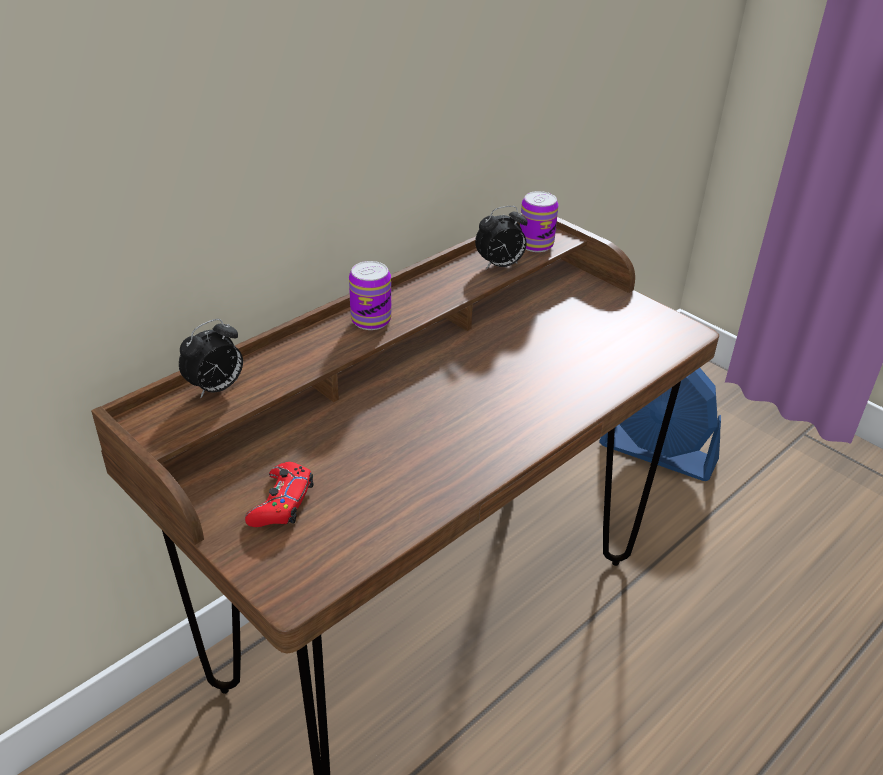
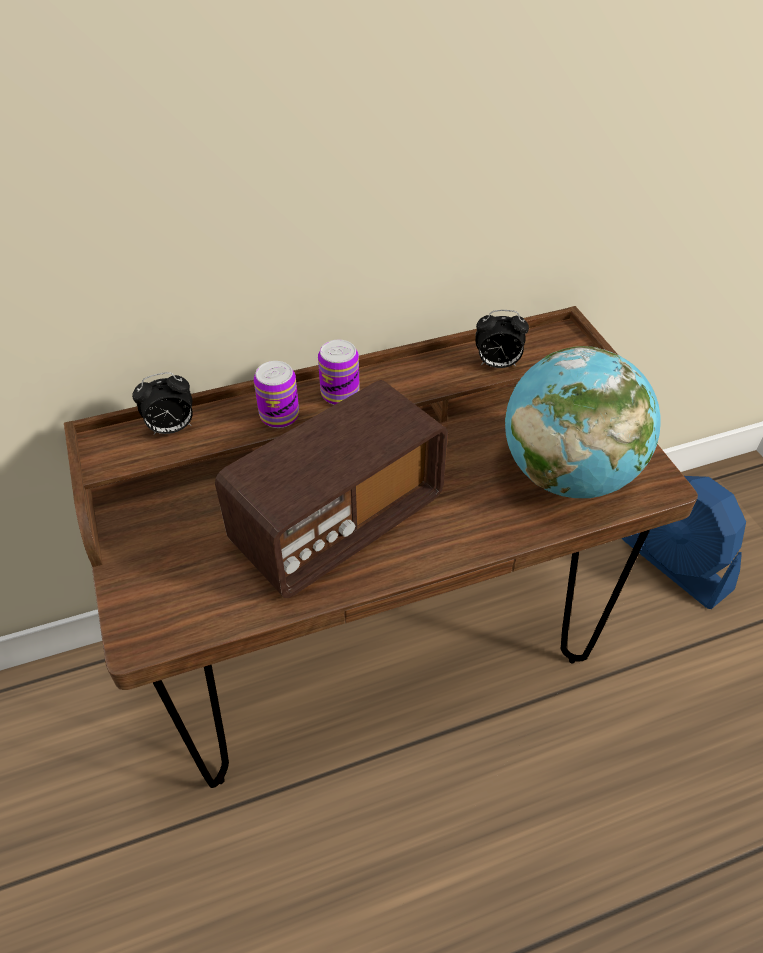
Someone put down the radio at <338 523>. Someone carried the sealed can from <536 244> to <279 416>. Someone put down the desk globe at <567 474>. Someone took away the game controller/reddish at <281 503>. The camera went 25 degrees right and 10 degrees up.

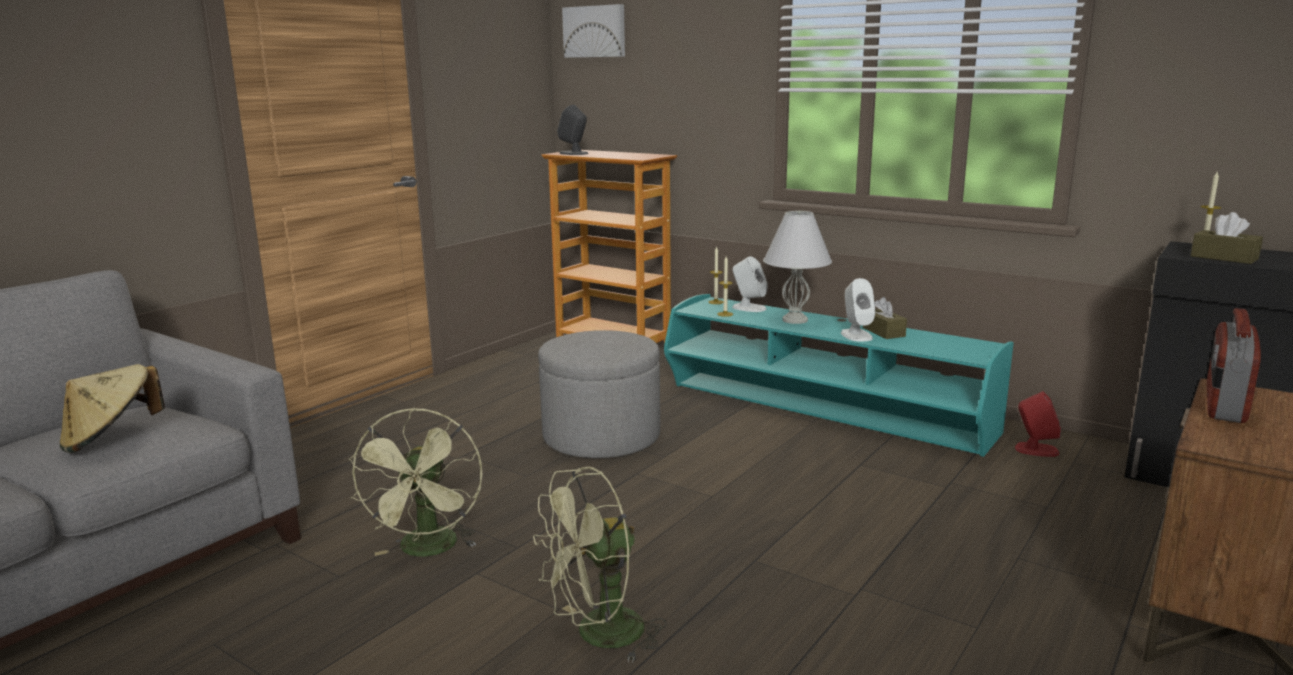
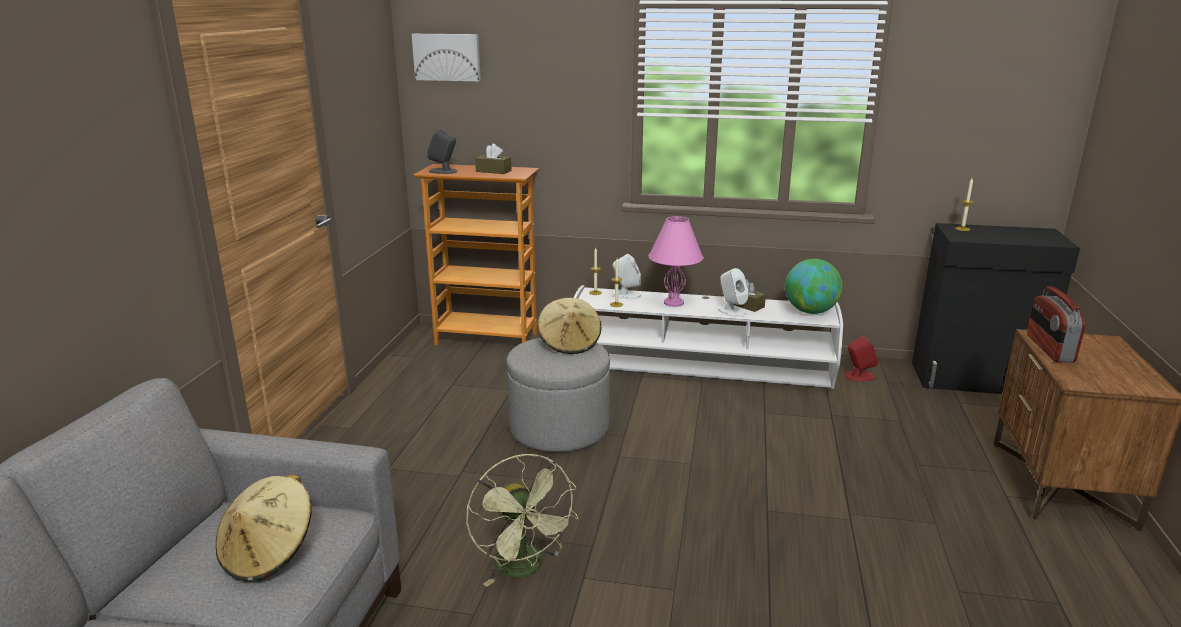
Someone carried the tissue holder/brown-coloured from <1224 258> to <493 171>. Someone put down the hat/beige at <569 343>. Someone repainted the tv stand/turquoise-coloured at <823 411>, which became the tv stand/white at <701 370>. Someone repainted the table lamp/white at <795 320>, which became the table lamp/pink-coloured at <674 302>. Someone put down the desk globe at <810 311>. Someone took away the fan/green at <598 636>. The camera went 25 degrees left and 5 degrees up.

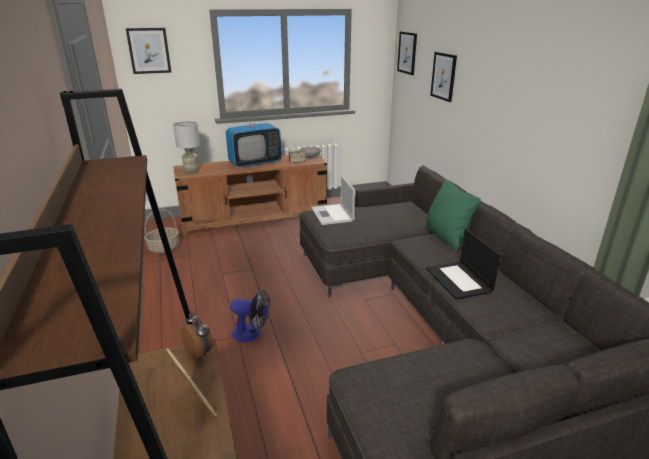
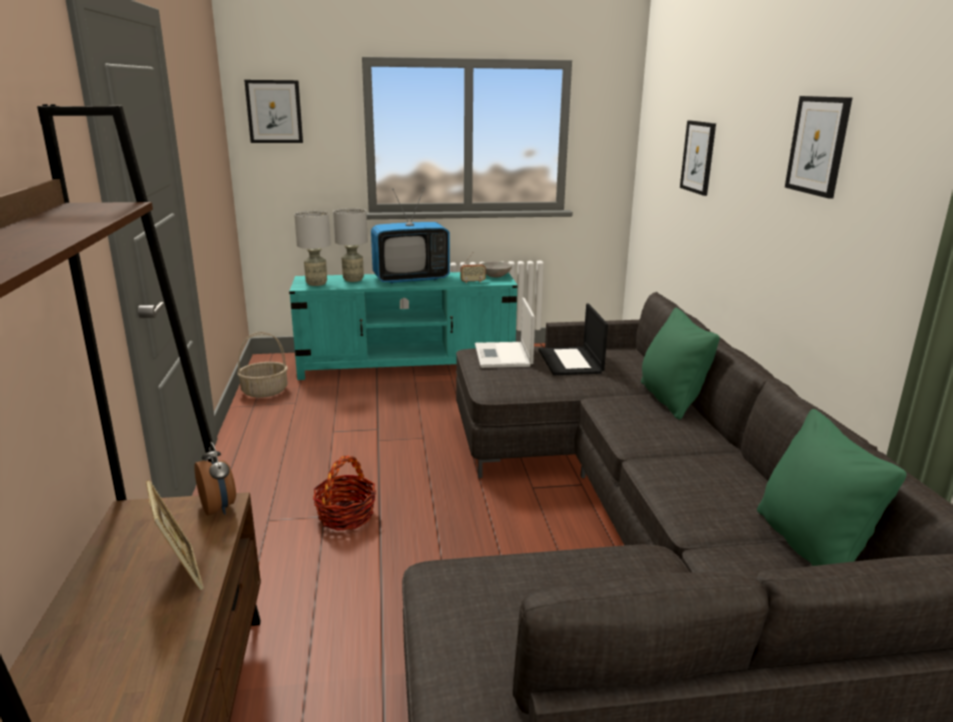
Someone repainted the tv stand/brown-coloured at <255 220>, which became the tv stand/turquoise-coloured at <407 365>. Someone swapped the fan at <251 334> for the basket at <346 516>. Someone put down the table lamp/grey at <353 279>. Someone carried the laptop from <459 280> to <571 362>. Someone put down the pillow/green at <809 546>. Someone carried the wall art from <407 53> to <818 145>. The camera went 10 degrees right and 5 degrees down.

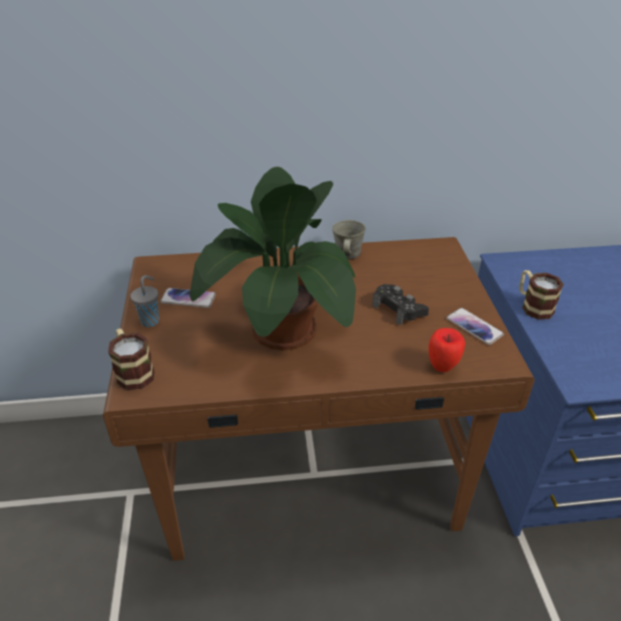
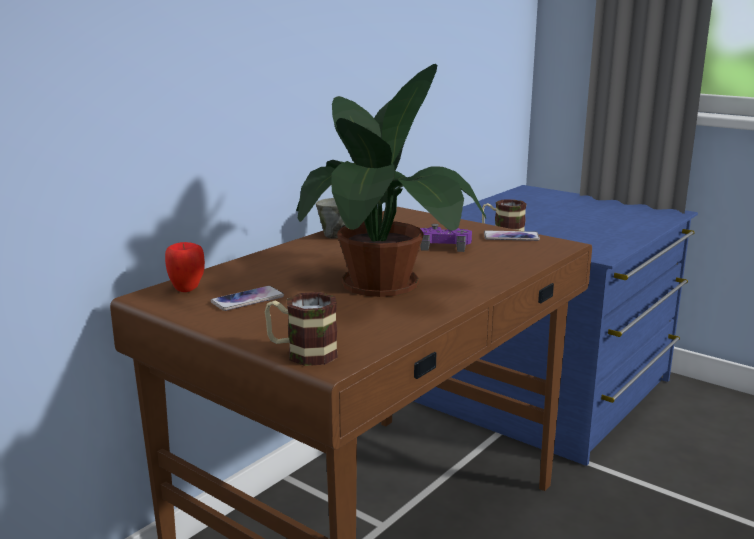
Someone carried the apple fruit from <442 366> to <187 289>. Someone repainted the game controller/blackish at <399 309>, which became the game controller/purplish at <443 246>. Someone took away the small cup/grey at <151 321>. The camera went 45 degrees left and 20 degrees down.

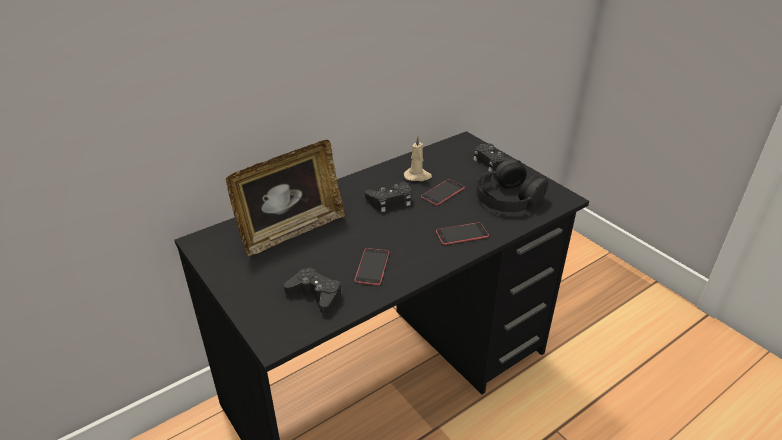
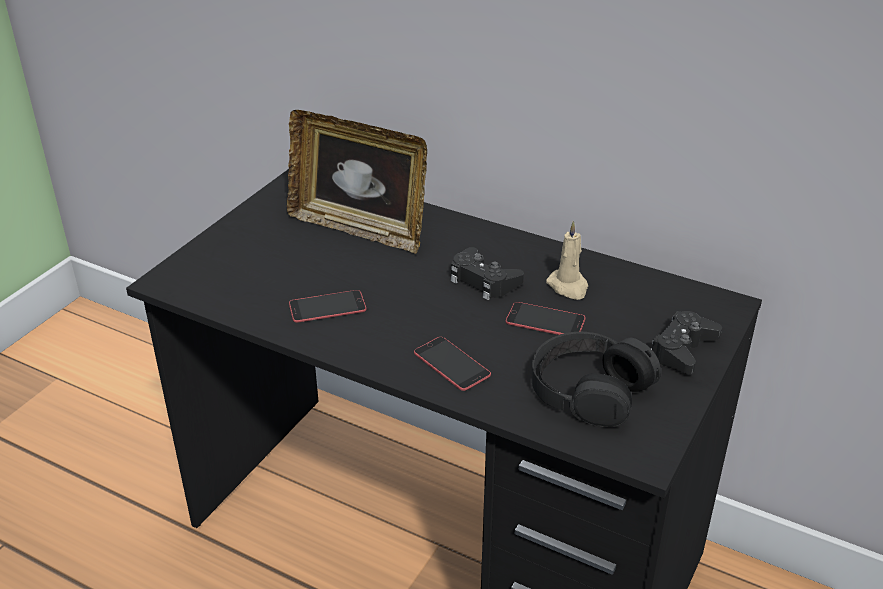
Someone took away the game controller/blackish at <315 295>. The camera went 65 degrees right and 0 degrees up.

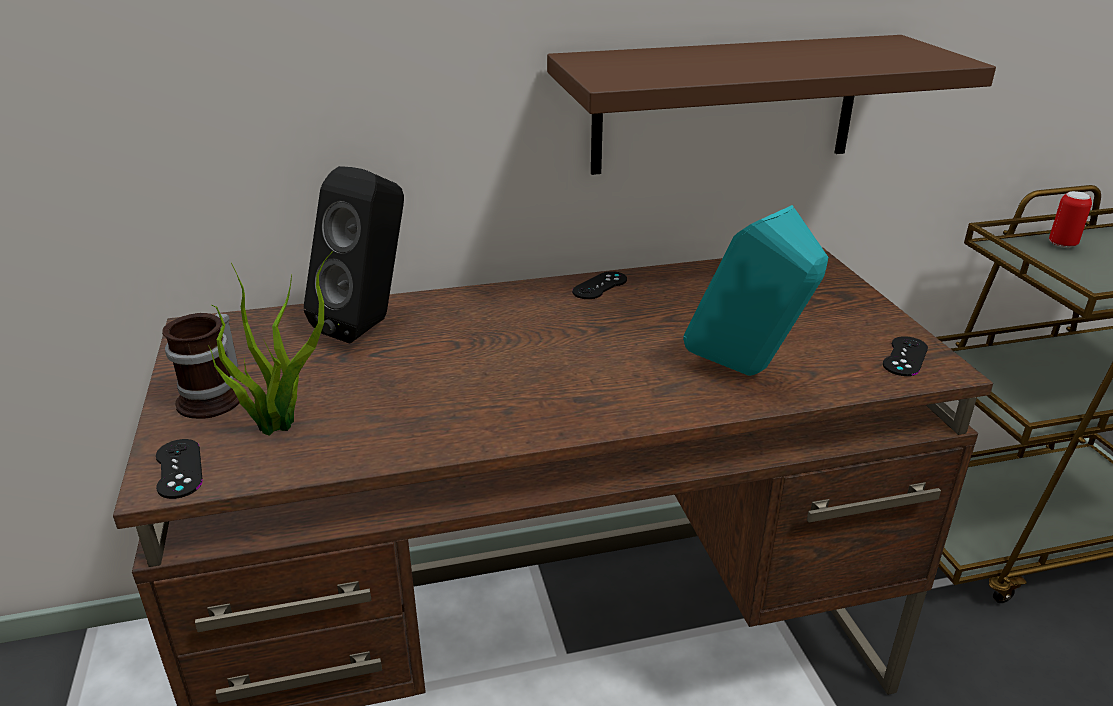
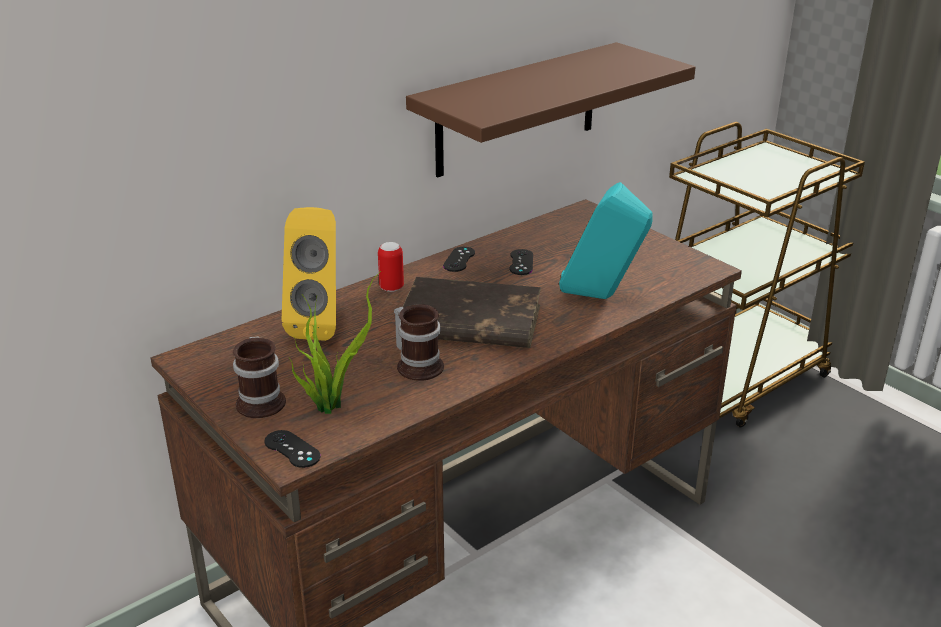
Someone repainted the speaker/blackish at <369 325>, which became the speaker/yellow at <320 325>. Someone carried the sealed can from <1062 244> to <391 288>. Someone put down the tea mug at <419 364>. Someone put down the bound book/brown-coloured at <468 321>. Someone carried the game controller/blackish from <905 356> to <521 262>. The camera went 25 degrees left and 0 degrees up.

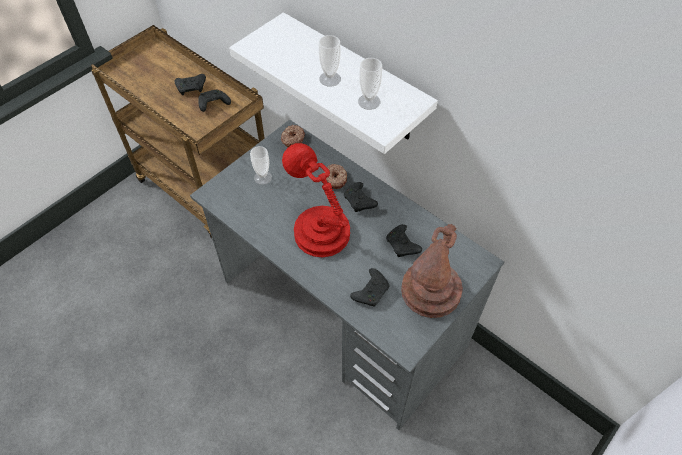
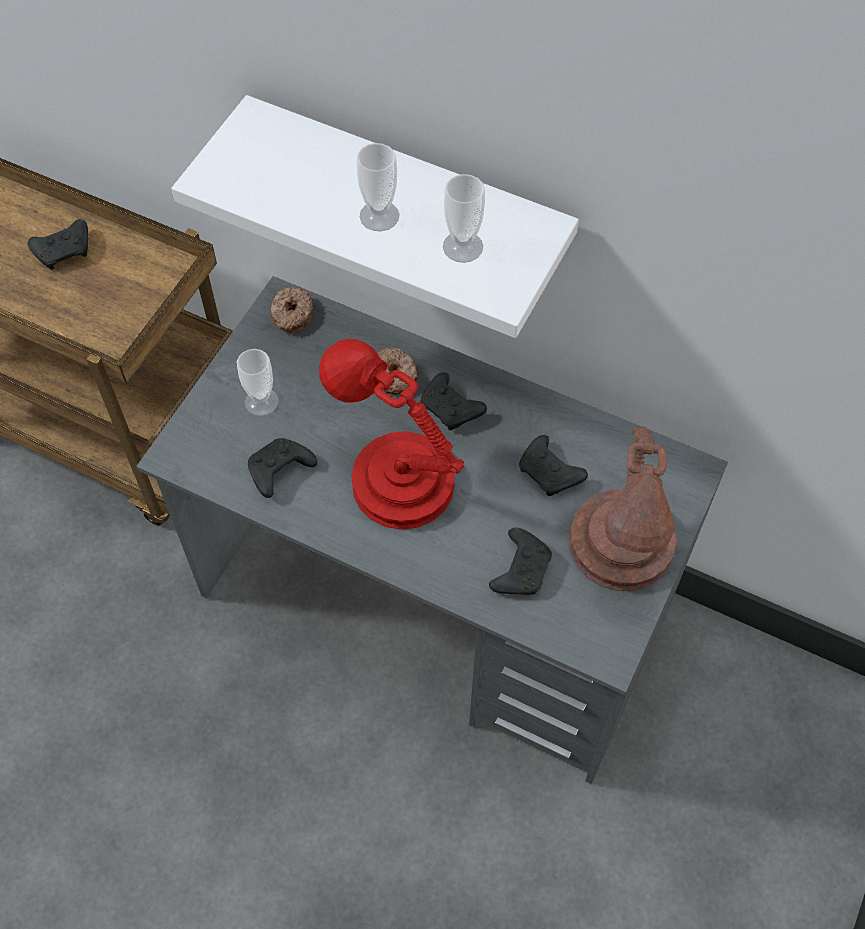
Someone carried the game controller/blackish from <213 104> to <279 472>. The camera went 15 degrees left and 5 degrees up.

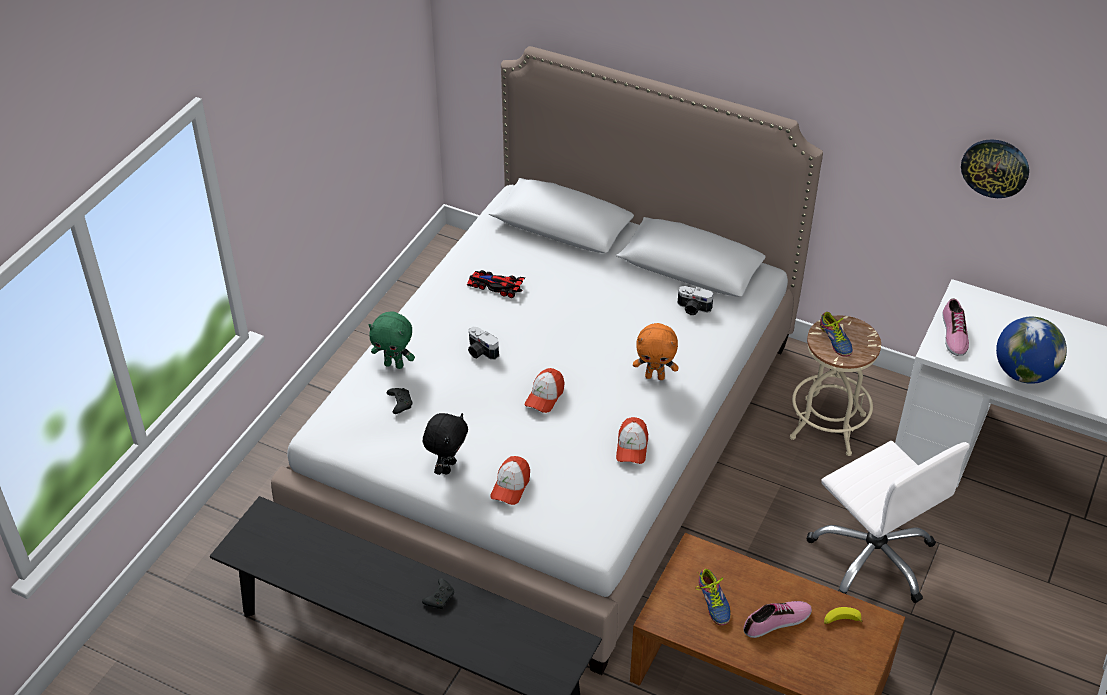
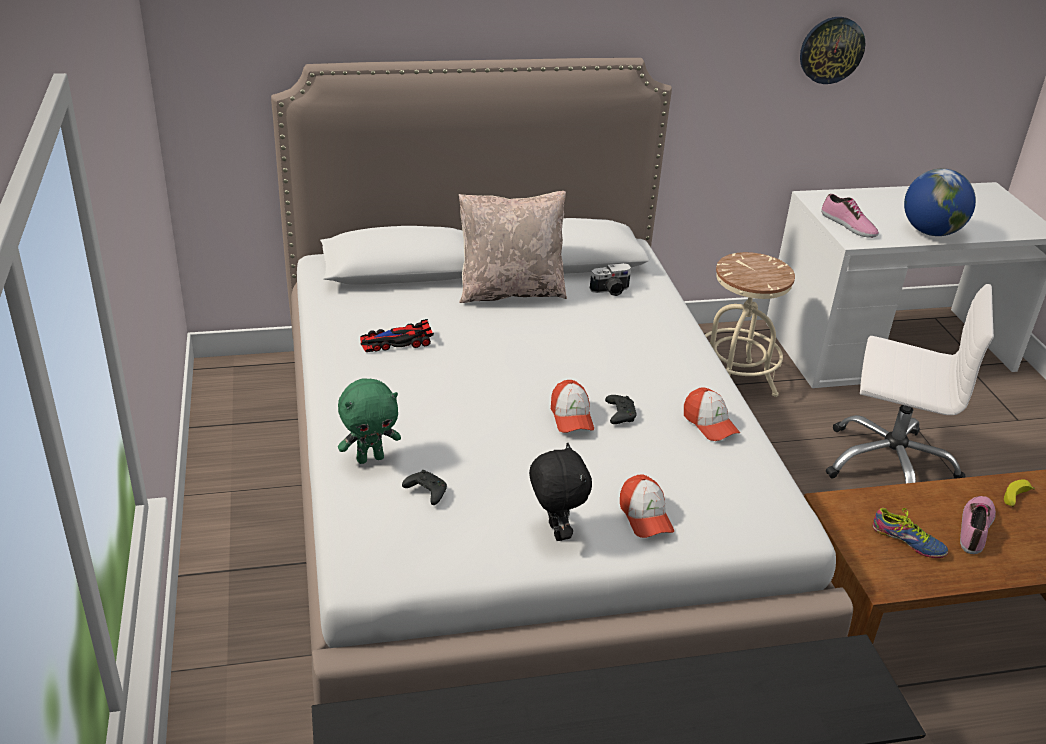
Someone put down the pillow/beige at <510 291>. Someone carried the game controller/blackish from <440 597> to <619 414>. Someone took away the still camera at <480 352>. Someone took away the cuddly toy/orangey at <655 376>. Someone took away the low shoe at <834 341>. The camera went 40 degrees left and 10 degrees down.

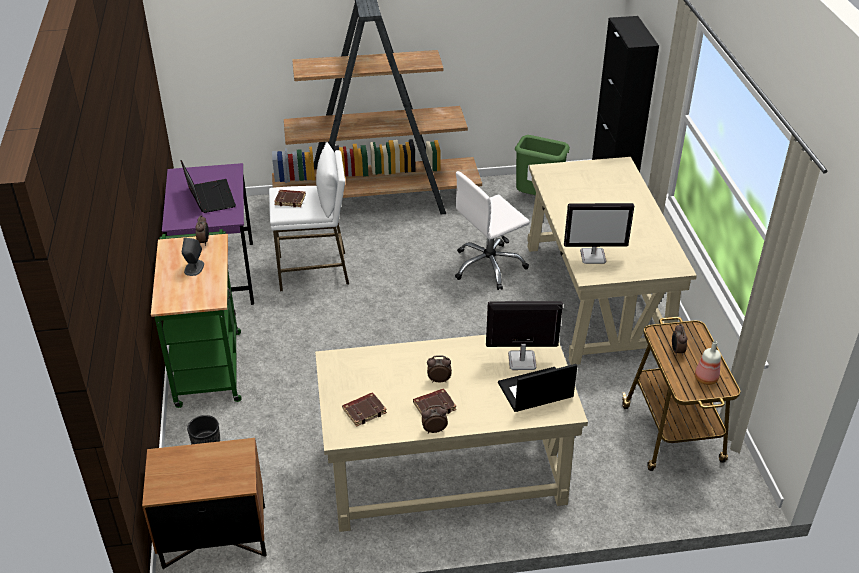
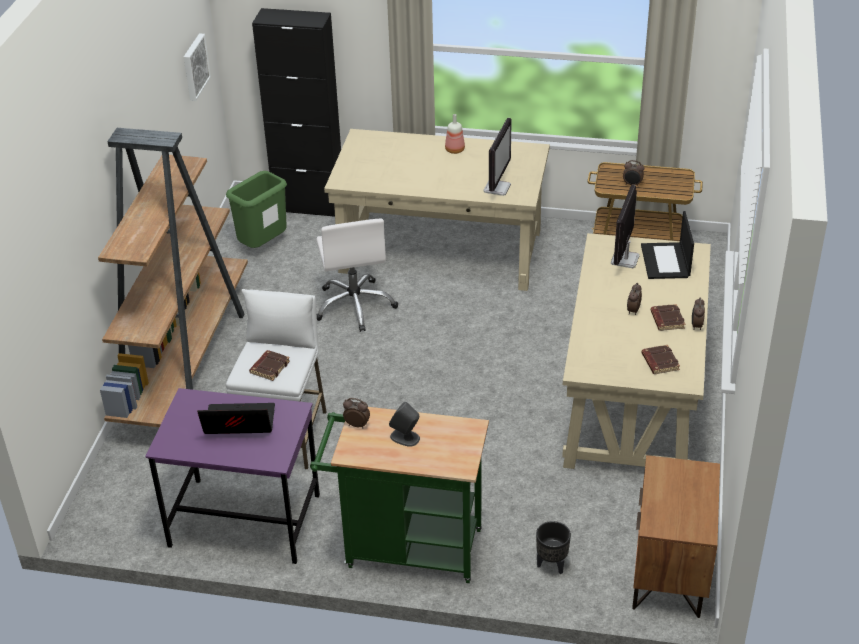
Someone put up the wall art at <194 67>. Someone carried the bottle from <705 379> to <455 150>. The camera went 70 degrees left and 0 degrees up.

